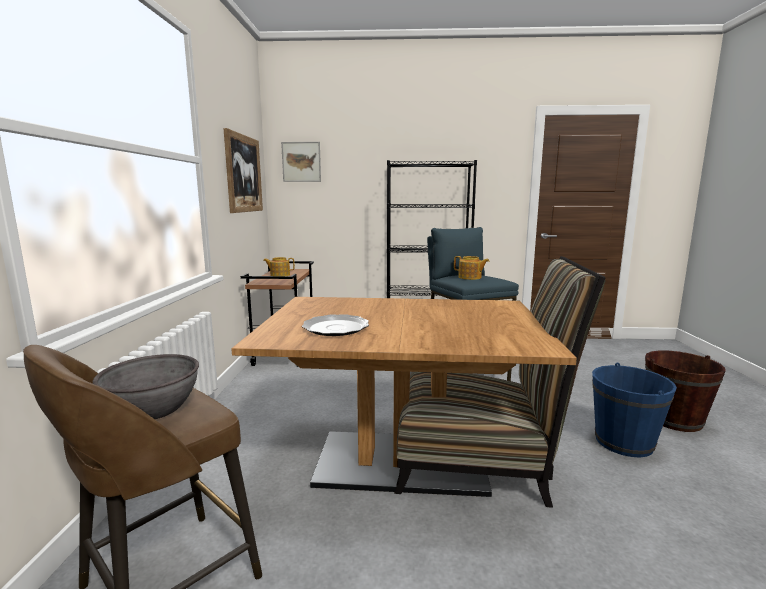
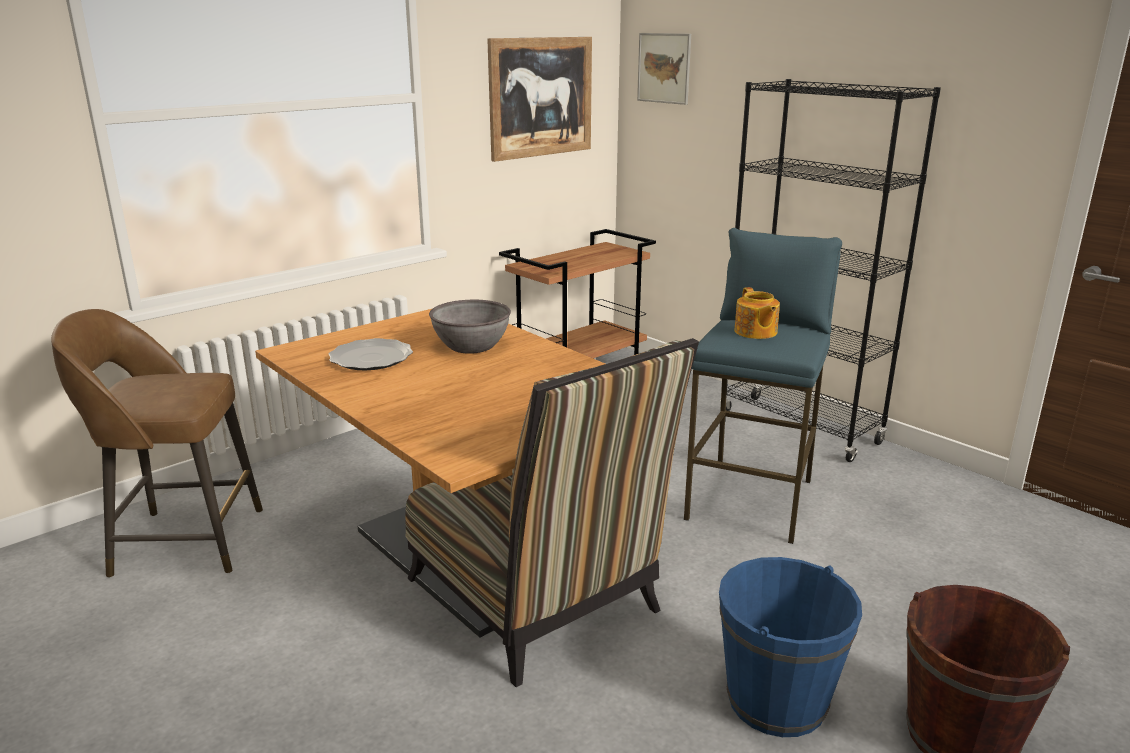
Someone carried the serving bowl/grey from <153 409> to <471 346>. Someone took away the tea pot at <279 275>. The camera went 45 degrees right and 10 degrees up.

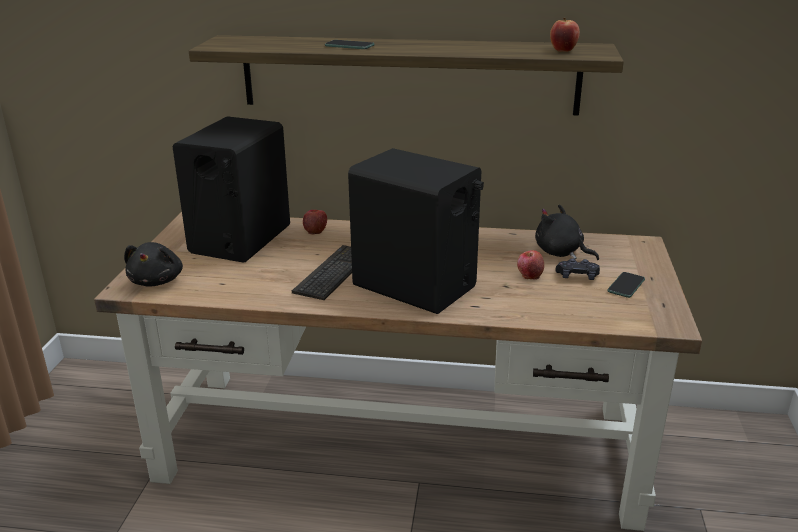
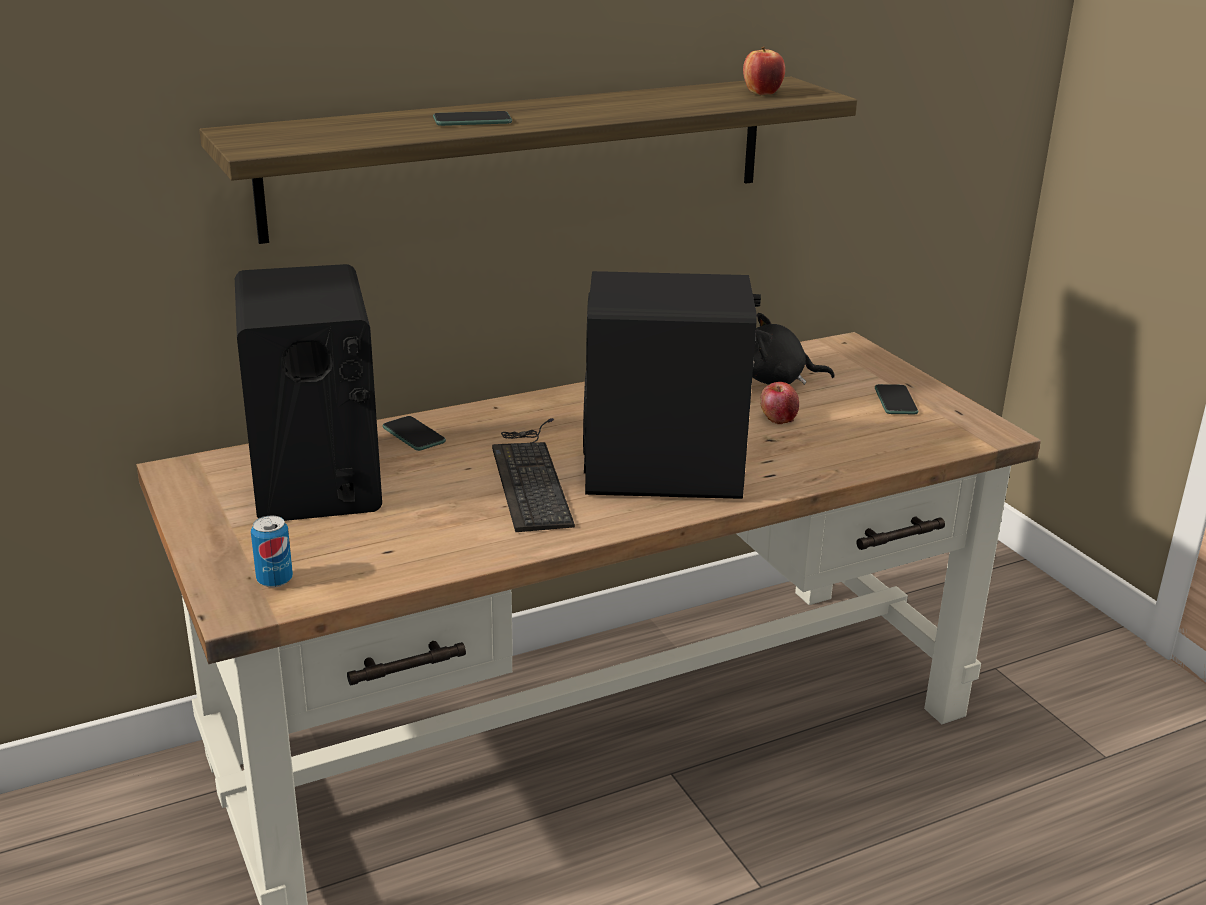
Someone swapped the cuddly toy/blackish at <157 281> for the sealed can at <275 580>. Someone swapped the apple fruit at <315 230> for the telephone at <413 435>. Someone took away the game controller/blackish at <577 277>. The camera went 35 degrees left and 0 degrees up.

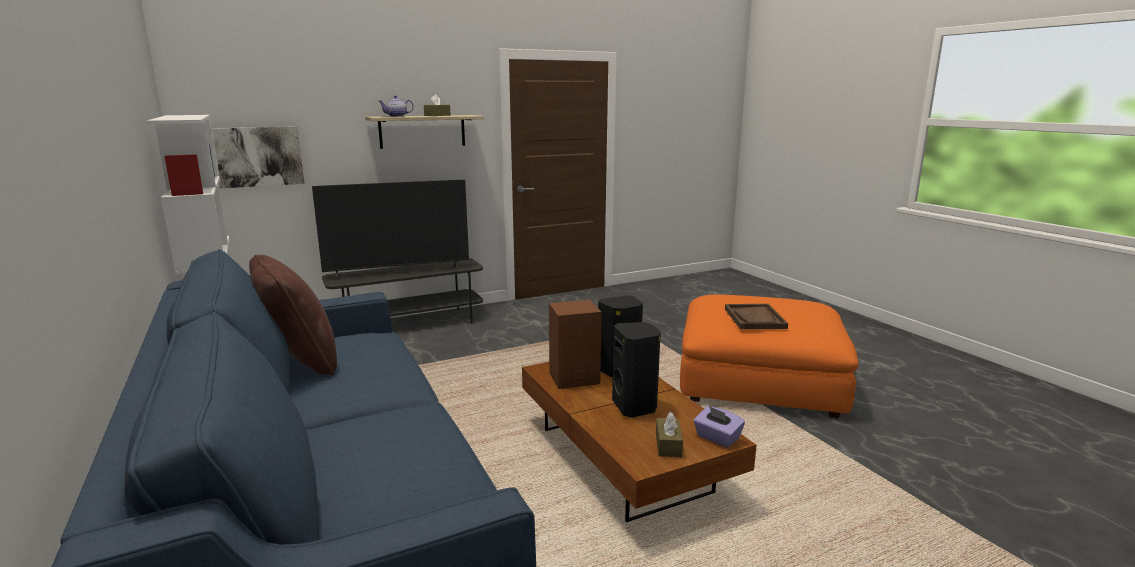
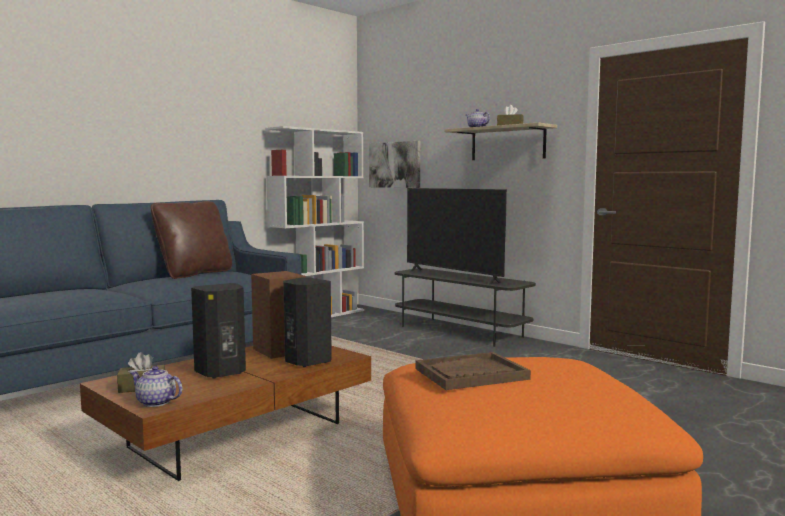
Someone swapped the tissue holder/purplish at <717 438> for the tea pot at <156 402>. The camera went 70 degrees right and 10 degrees down.

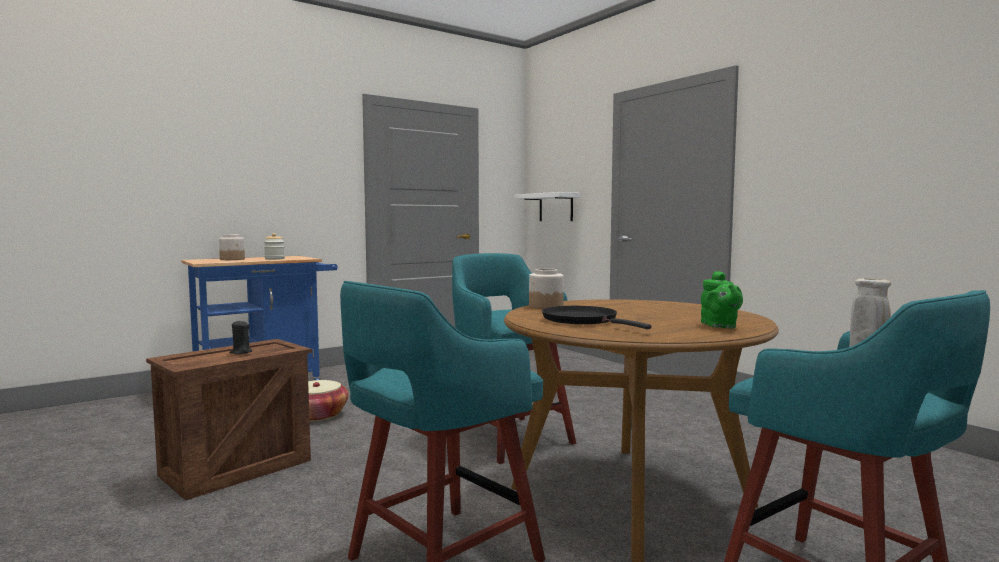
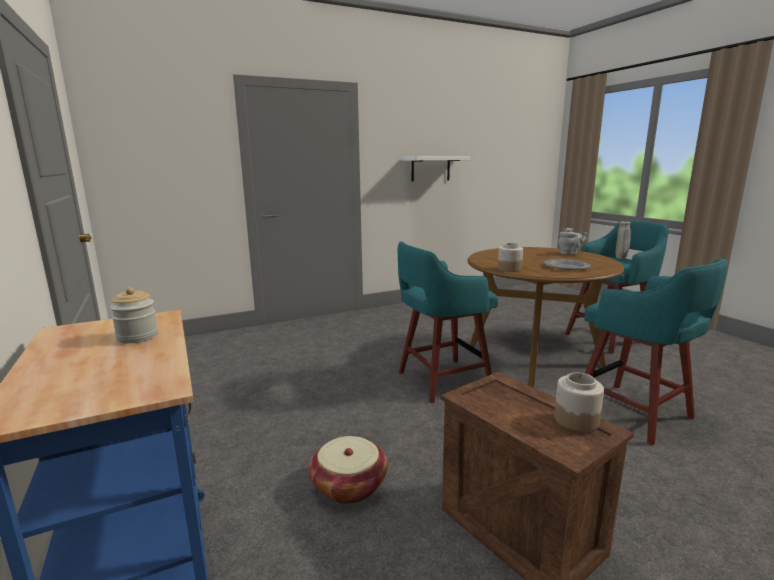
Someone carried the bracket shelf/white from <556 207> to <430 168>. Someone swapped the frying pan/blackish at <583 320> for the flat dish/grey at <566 267>. Someone carried the jar from <232 259> to <576 420>. Someone repainted the tea pot/green at <719 326>, which became the tea pot/grey at <570 253>. Someone took away the wax candle/blackish at <241 352>. The camera went 80 degrees left and 10 degrees up.

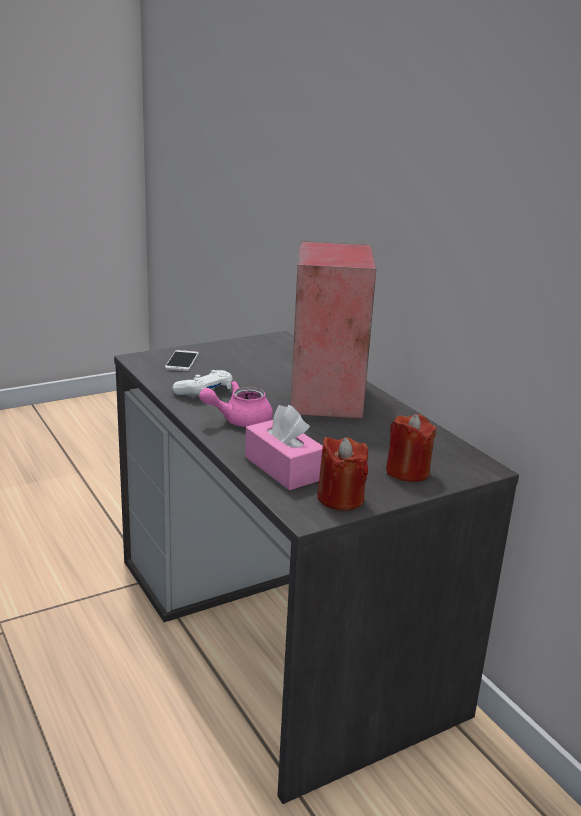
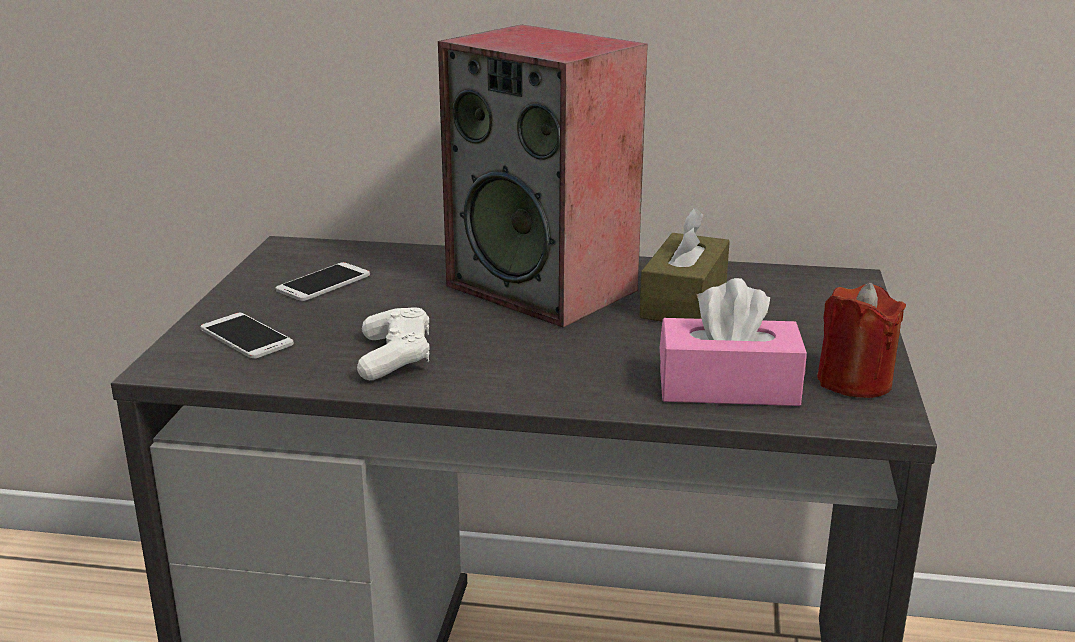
Someone put down the telephone at <323 283>. Someone put down the tissue holder/brown-coloured at <684 301>. Someone took away the tea pot/pink-coloured at <239 420>. Someone took away the wax candle/reddish at <407 471>. The camera went 50 degrees left and 0 degrees up.

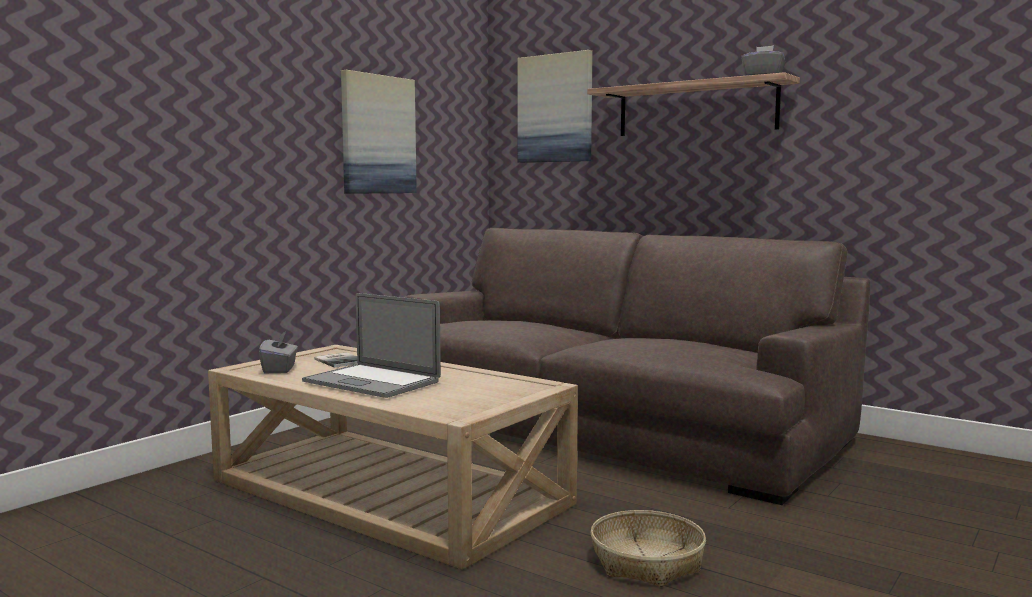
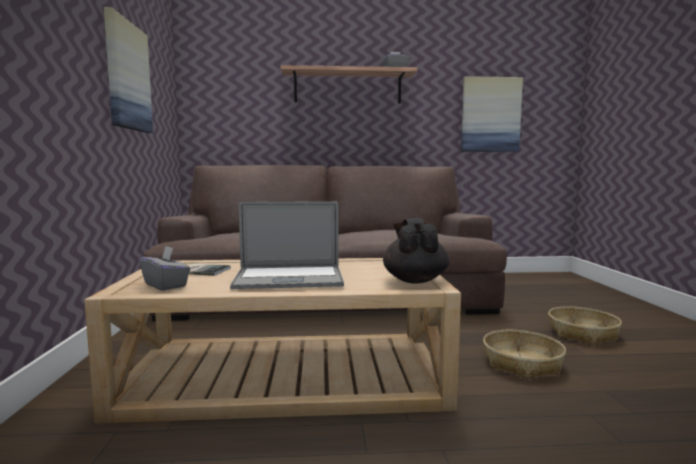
Someone put down the tea pot/blackish at <414 280>. Someone carried the wall art from <555 108> to <490 115>. Someone put down the basket at <582 333>. The camera went 40 degrees left and 0 degrees up.

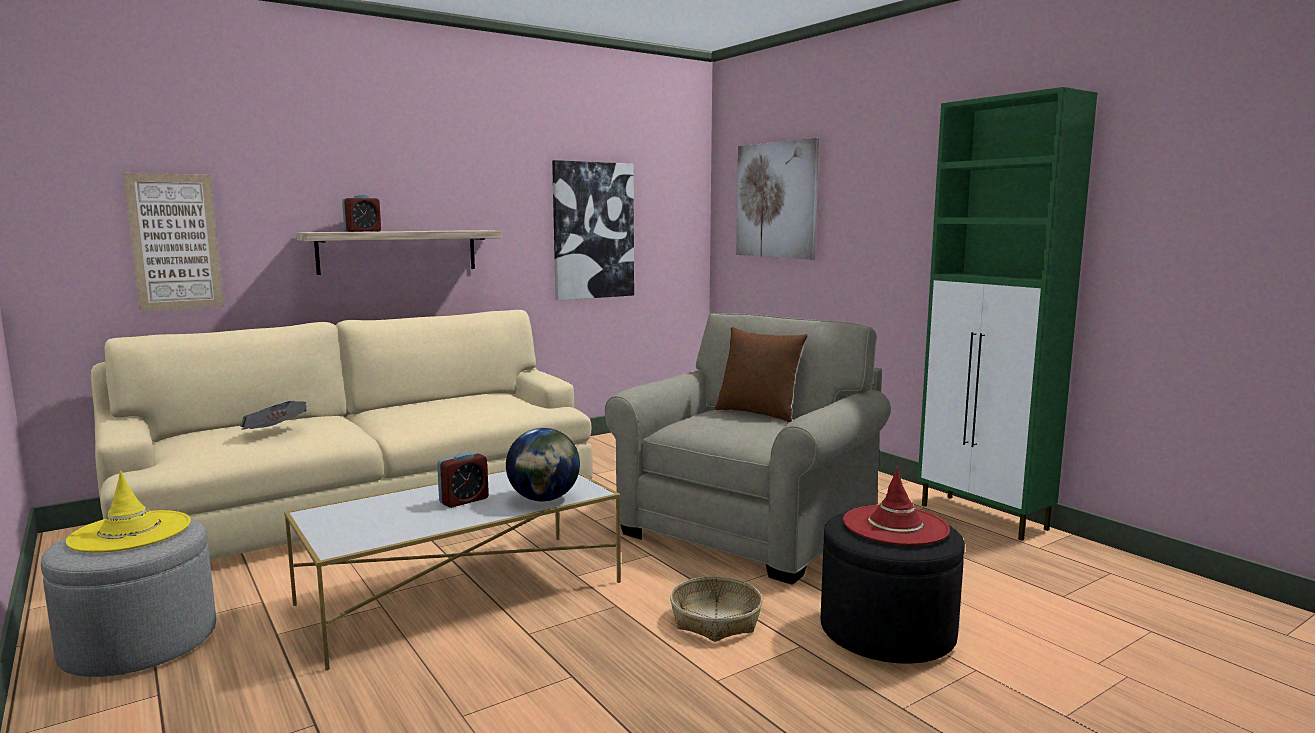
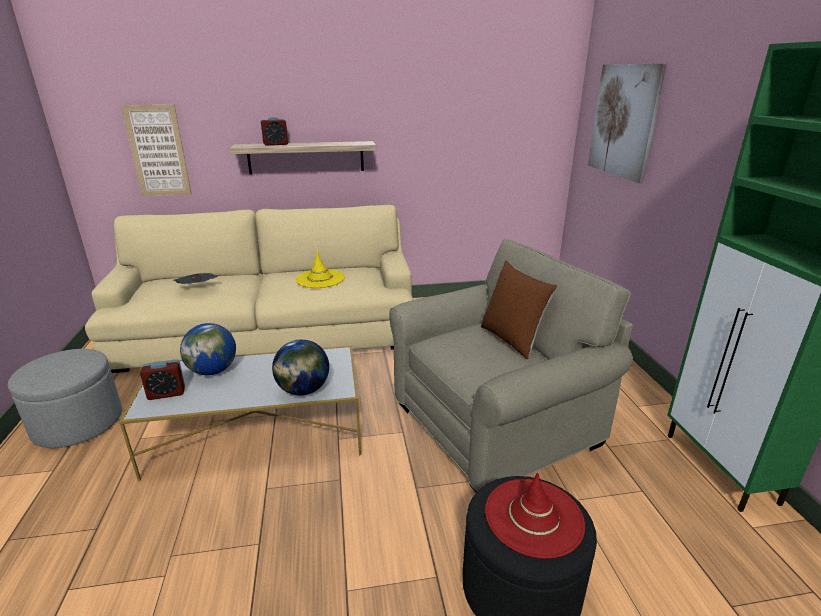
Someone carried the table clock from <464 500> to <166 393>. Someone put down the desk globe at <213 371>. Someone carried the hat/yellow from <130 532> to <320 279>. Someone took away the wall art at <593 230>. Someone took away the basket at <715 620>. The camera went 25 degrees right and 15 degrees up.

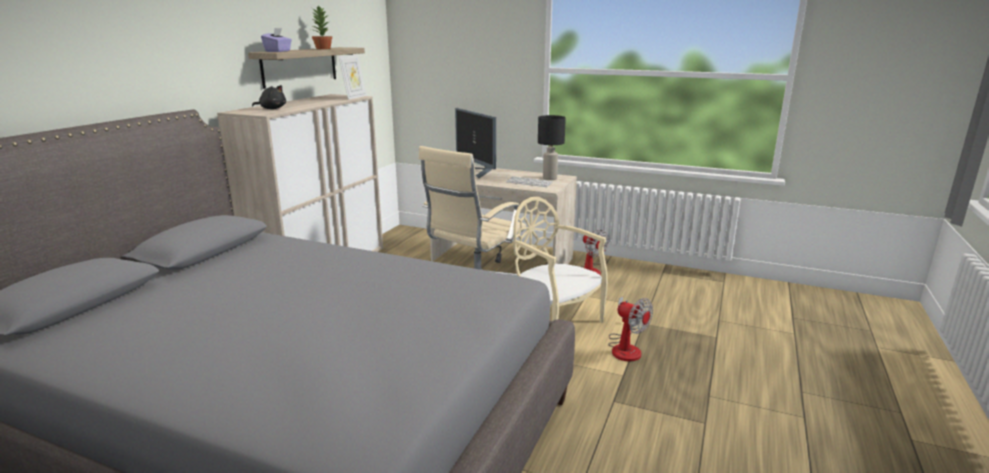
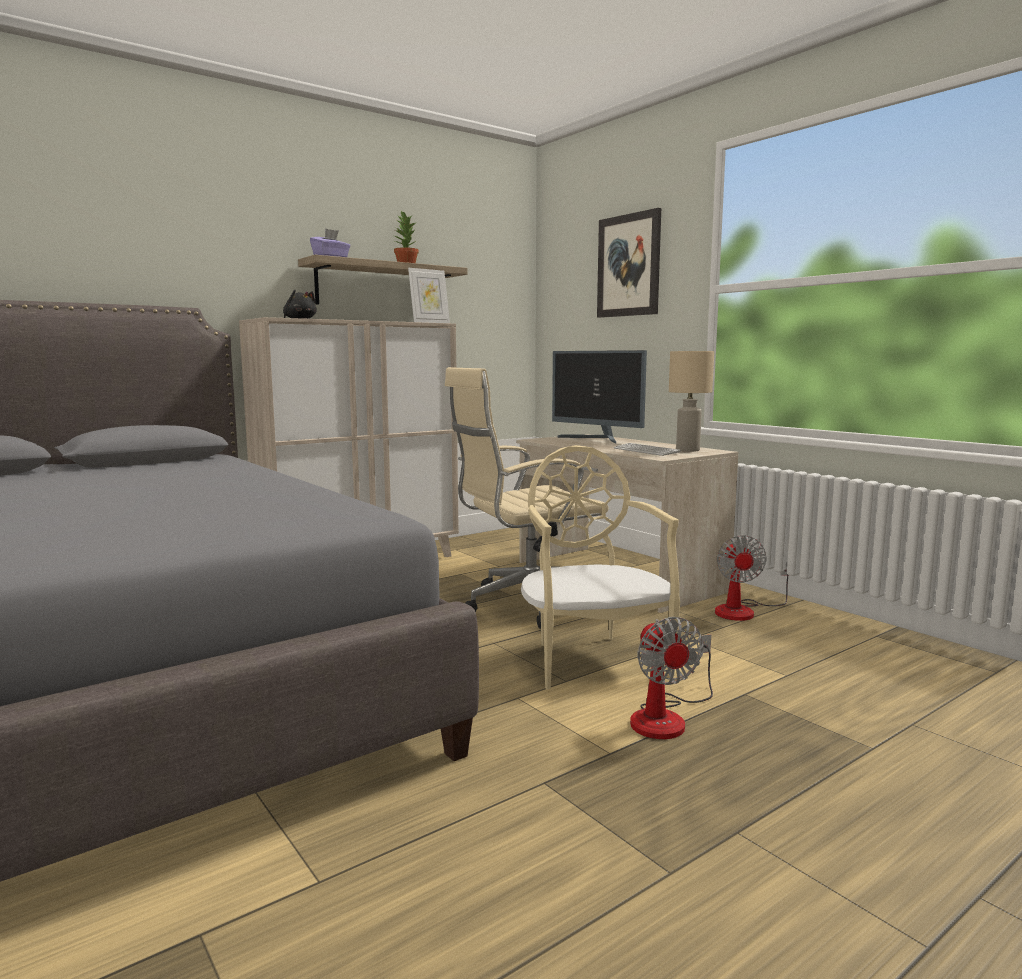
Someone rotated the computer display at <477 171> by 45 degrees counterclockwise. Someone put up the wall art at <629 265>. Someone repainted the table lamp/blackish at <549 178>, which became the table lamp/beige at <687 450>. The camera went 30 degrees right and 10 degrees down.

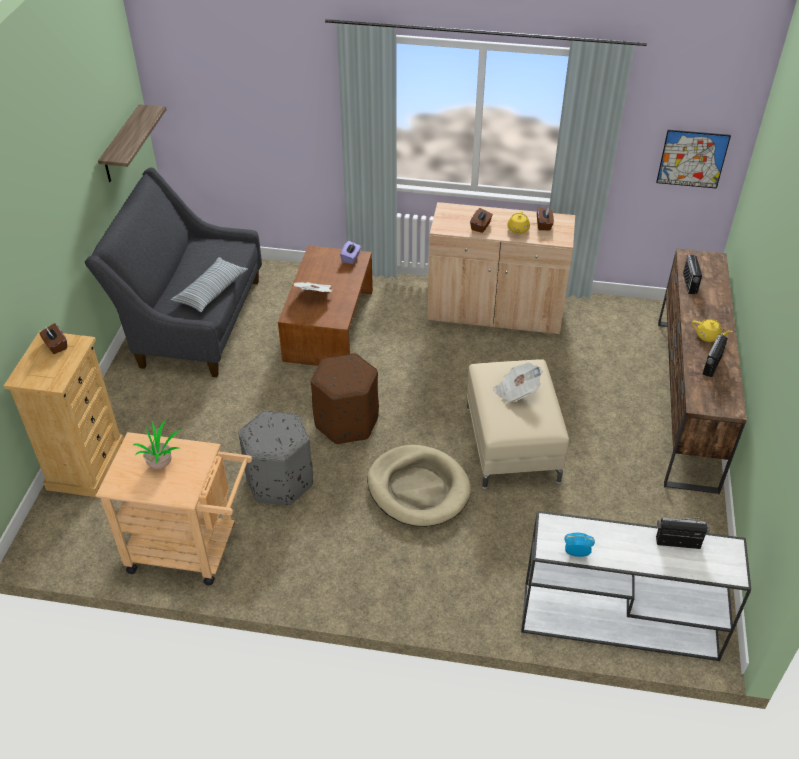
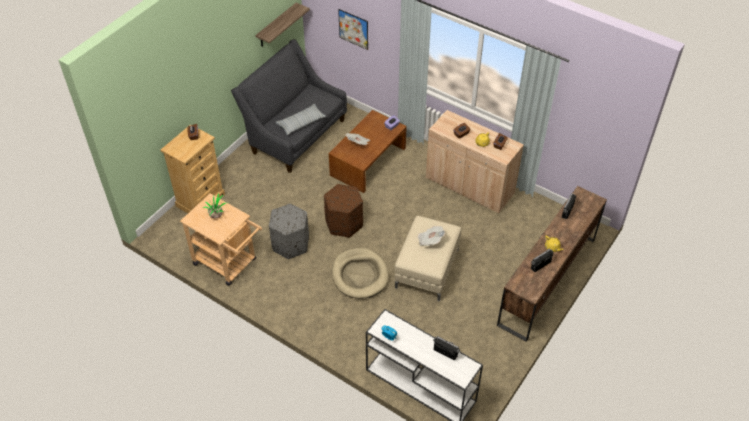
Someone carried the wall art from <692 159> to <353 29>. The camera went 25 degrees right and 5 degrees up.

